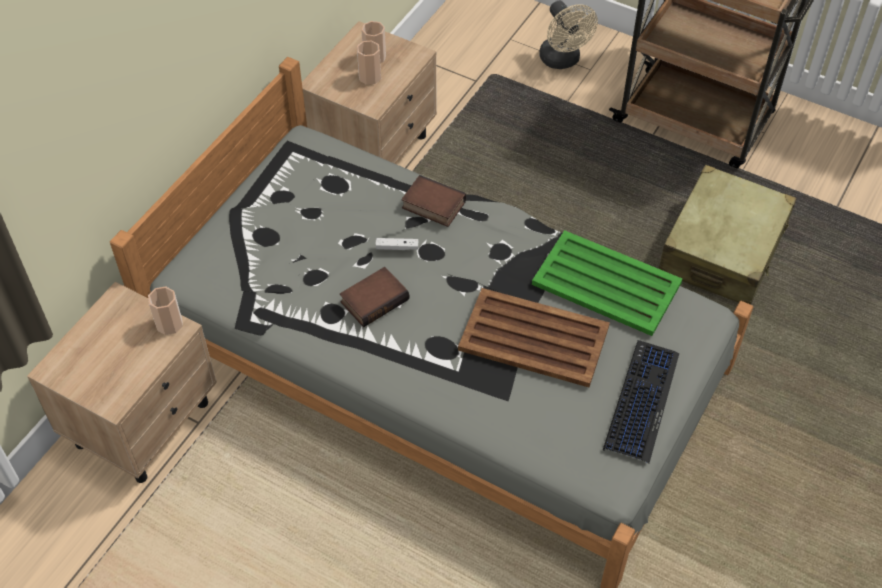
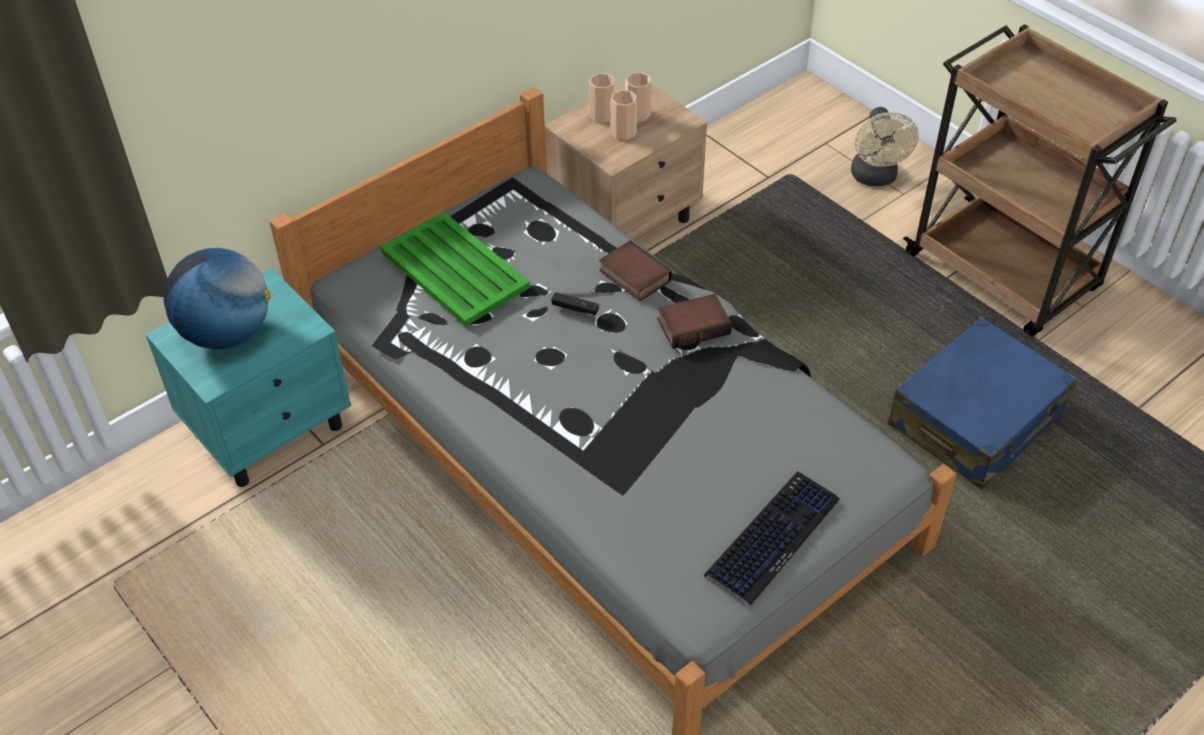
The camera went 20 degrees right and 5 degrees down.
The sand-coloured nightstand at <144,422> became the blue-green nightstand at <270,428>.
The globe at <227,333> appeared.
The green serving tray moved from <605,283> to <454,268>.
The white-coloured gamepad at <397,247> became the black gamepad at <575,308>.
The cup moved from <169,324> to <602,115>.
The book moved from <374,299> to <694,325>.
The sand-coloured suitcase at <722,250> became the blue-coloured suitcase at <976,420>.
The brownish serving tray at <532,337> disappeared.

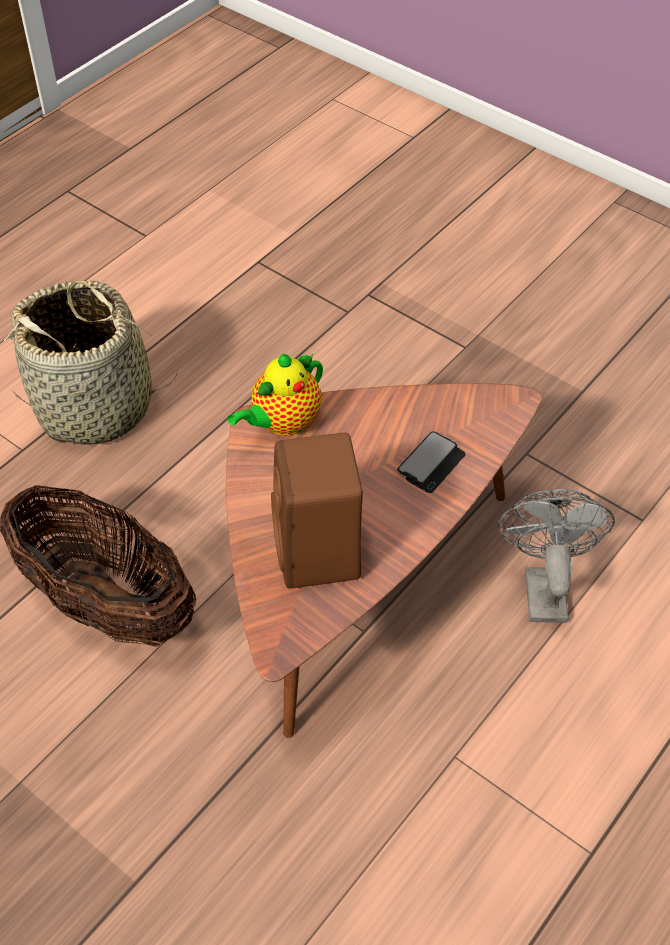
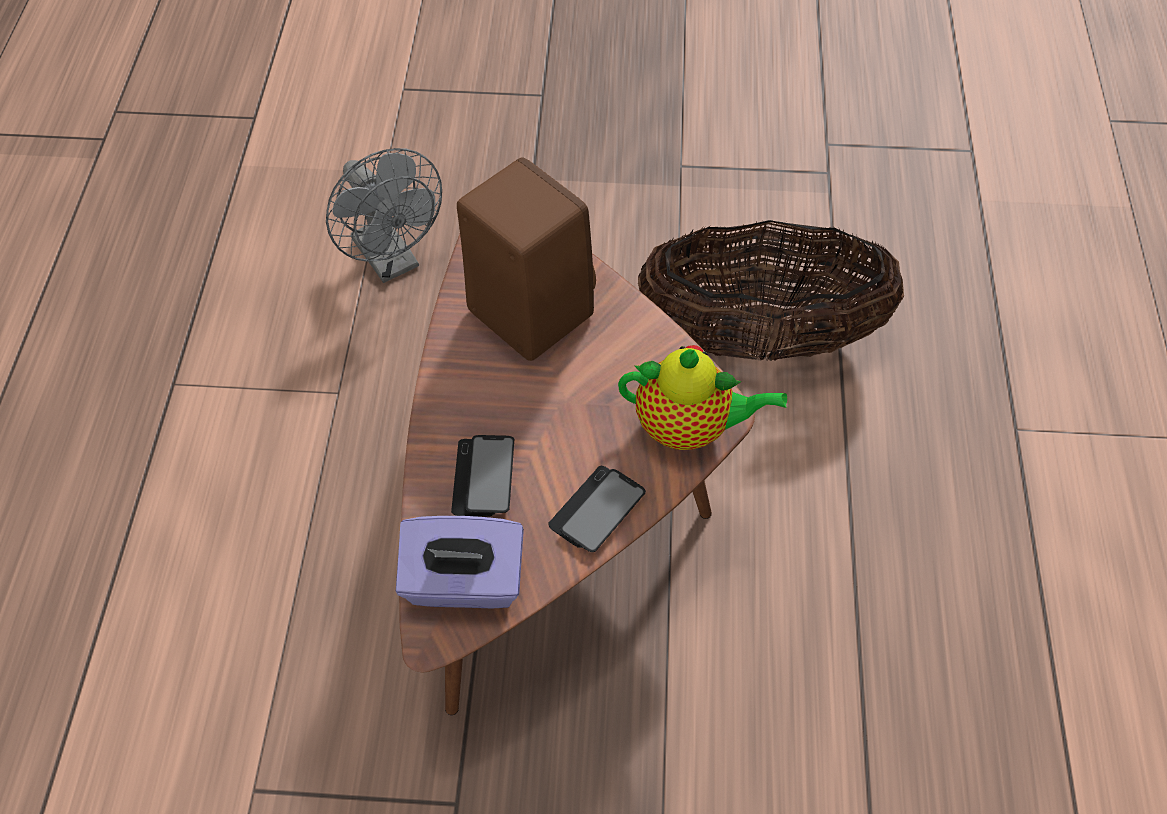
The camera went 145 degrees right and 5 degrees up.
The greyish electric fan moved from <543,586> to <392,261>.
The purplish tissue box at <463,583> appeared.
The phone at <597,510> appeared.
The teapot at <283,423> turned 90 degrees clockwise.
The household basket at <96,407> disappeared.

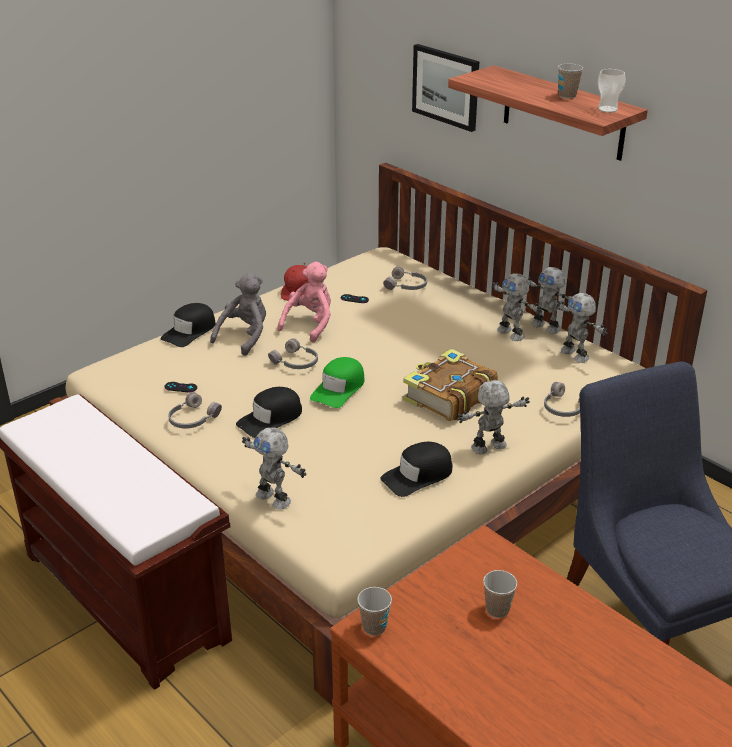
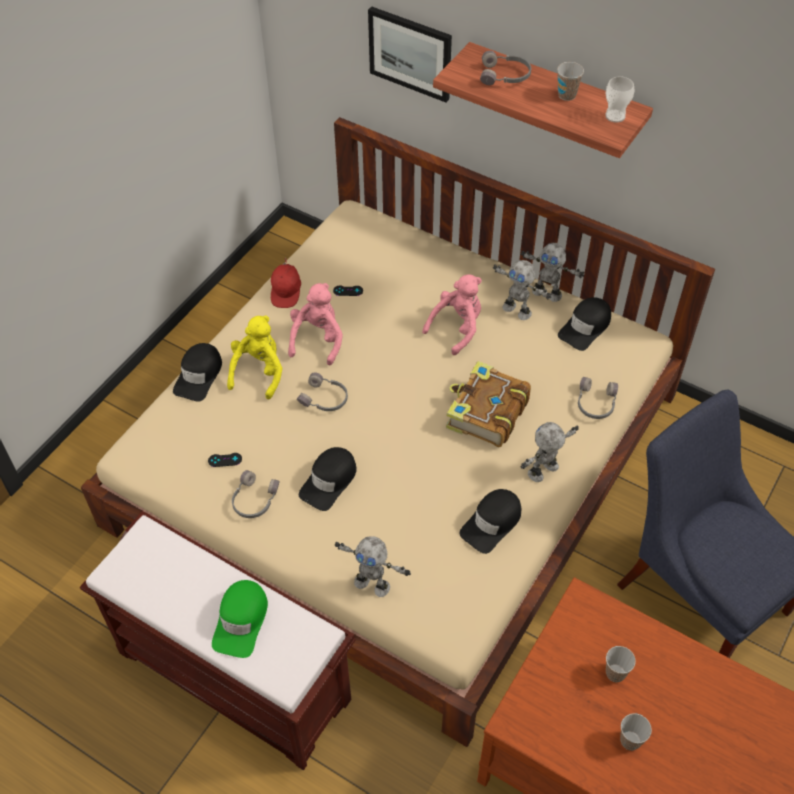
The camera went 15 degrees left and 20 degrees up.
The green baseball cap moved from <339,389> to <241,621>.
The greyish cuddly toy at <245,337> became the yellowish cuddly toy at <259,371>.
The pink cuddly toy at <457,327> appeared.
The greyish headphones moved from <406,286> to <505,76>.
The model robot at <575,354> was replaced by the black baseball cap at <585,327>.
The cup moved from <374,627> to <630,740>.

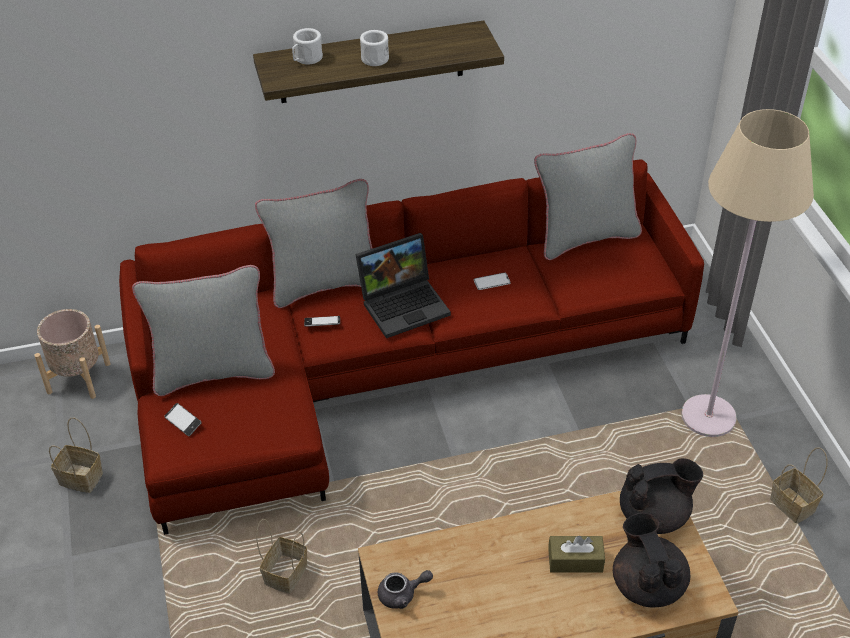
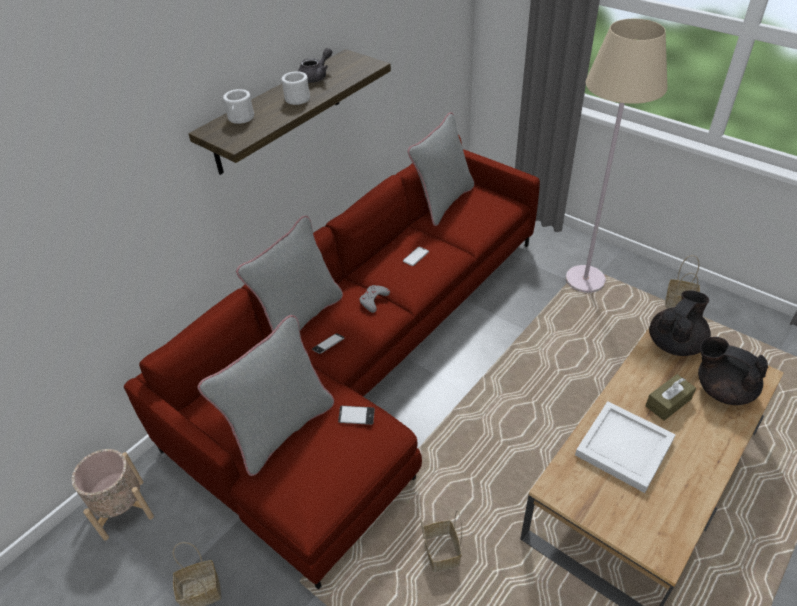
The camera went 35 degrees left and 0 degrees up.
The greyish teapot moved from <402,595> to <316,77>.
The phone moved from <183,422> to <356,417>.
The laptop at <405,304> was replaced by the greyish gamepad at <373,300>.
The white-coloured serving tray at <625,447> appeared.

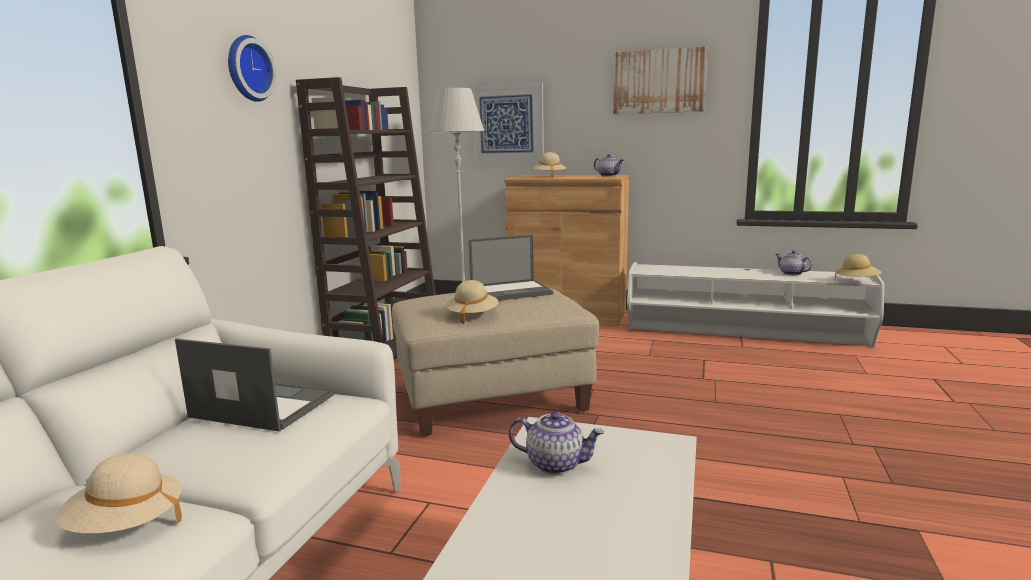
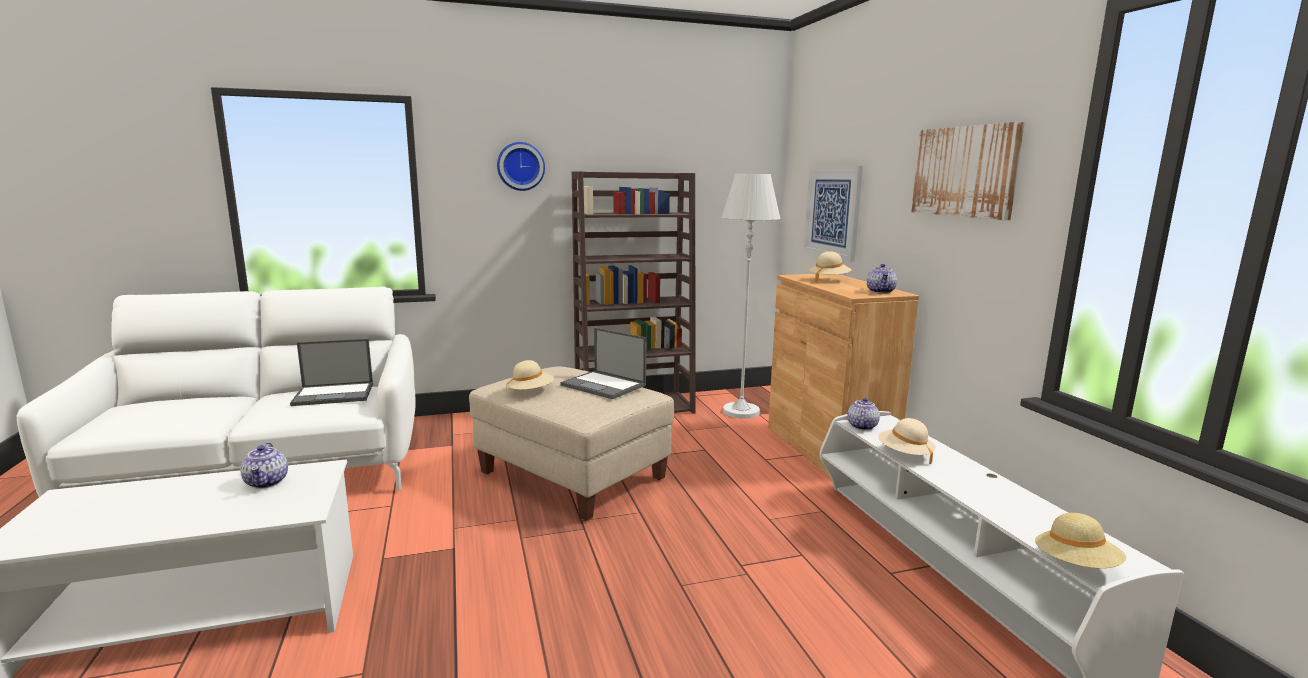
The camera went 55 degrees right and 0 degrees up.
The laptop at <261,406> turned 90 degrees clockwise.
The teapot moved from <791,273> to <861,426>.
The sand-coloured wearable hat moved from <126,525> to <904,454>.

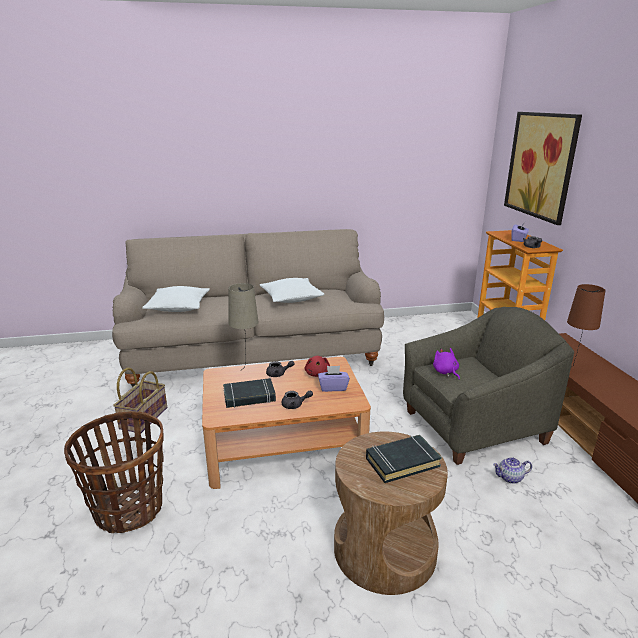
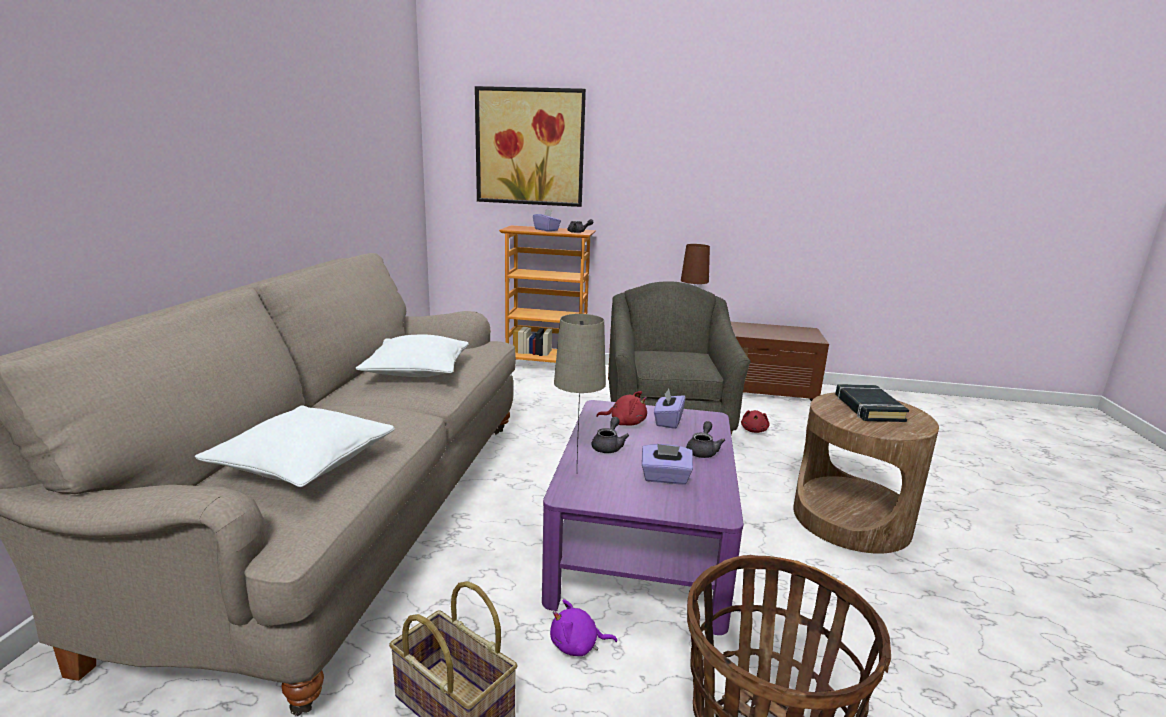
The camera went 70 degrees left and 5 degrees down.
The brownish coffee table at <284,444> became the purplish coffee table at <642,542>.
The purplish cuddly toy moved from <446,372> to <577,645>.
The black book at <249,397> was replaced by the purplish tissue box at <665,478>.
The teapot at <510,478> was replaced by the red cuddly toy at <754,430>.

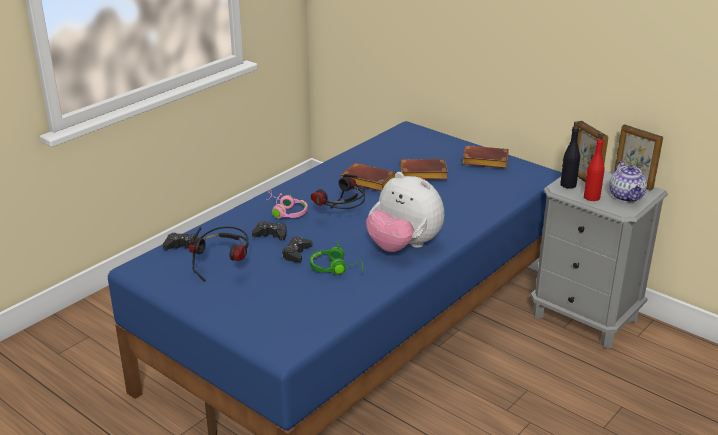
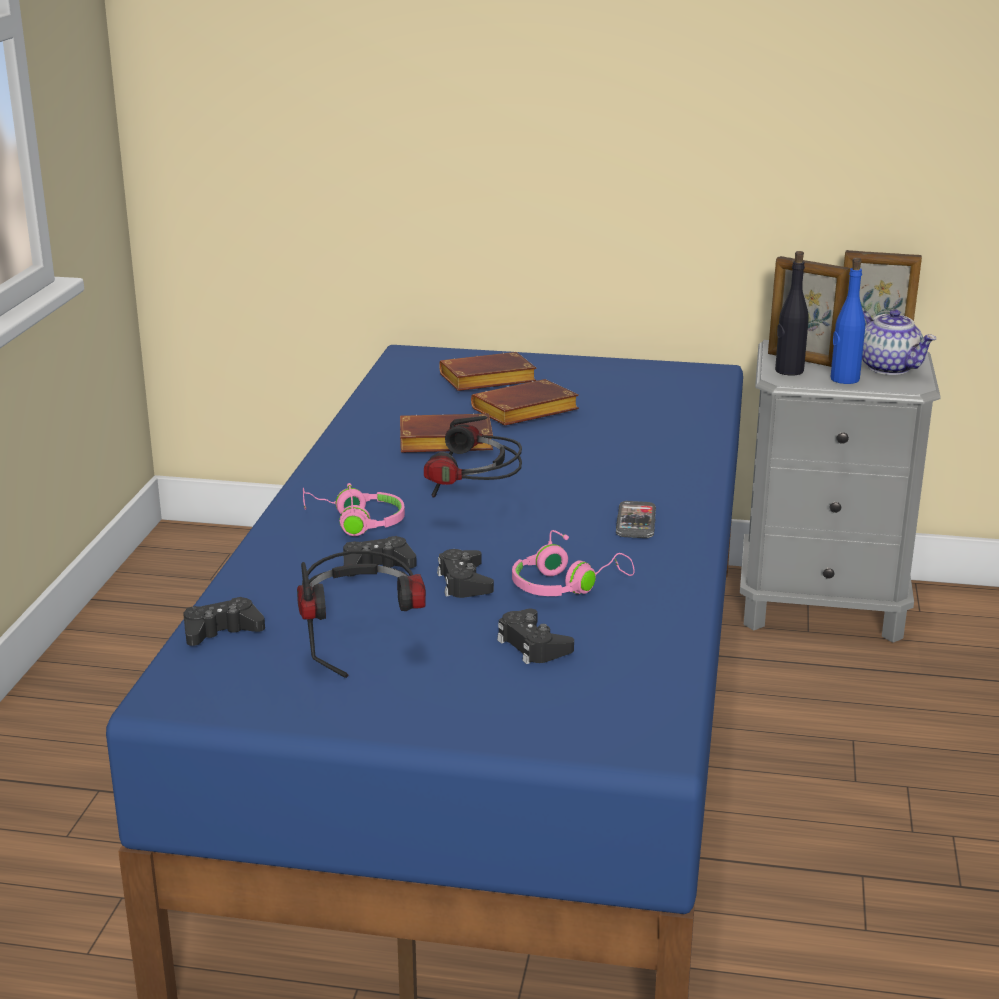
The camera went 30 degrees left and 5 degrees down.
The brownish book moved from <483,162> to <485,381>.
The black gamepad at <532,645> appeared.
The green headphones at <336,268> became the pink headphones at <566,585>.
The cuddly toy at <403,246> was replaced by the phone at <636,522>.
The red bottle at <591,197> became the blue-coloured bottle at <844,379>.

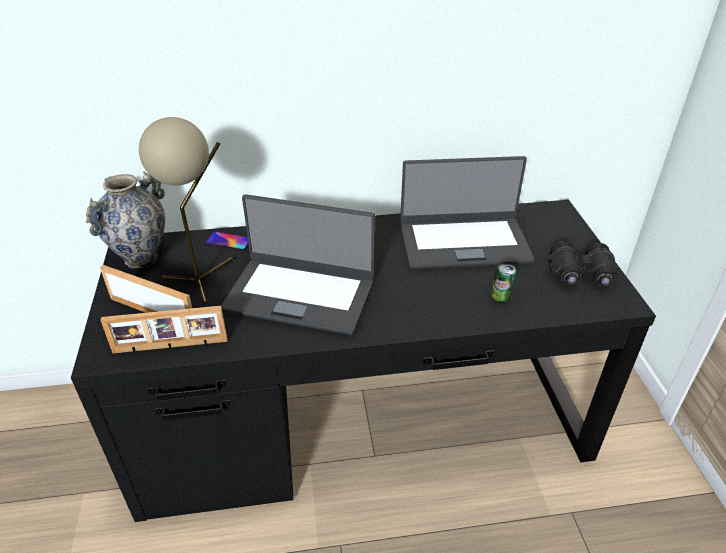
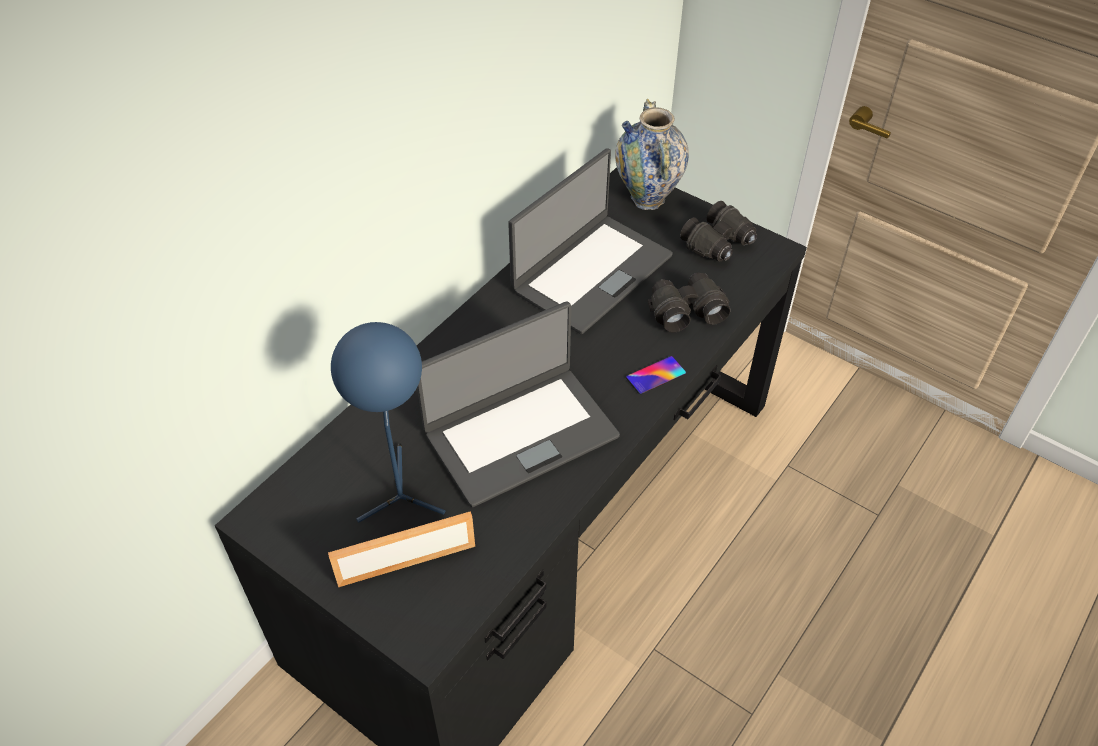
The camera went 45 degrees left and 10 degrees up.
The sand-coloured tabletop lamp at <203,278> became the blue-coloured tabletop lamp at <400,490>.
The vase moved from <141,259> to <648,198>.
The phone moved from <228,241> to <655,375>.
The sealed can at <500,297> was replaced by the black pair of binoculars at <685,310>.
The photo frame at <170,347> disappeared.

